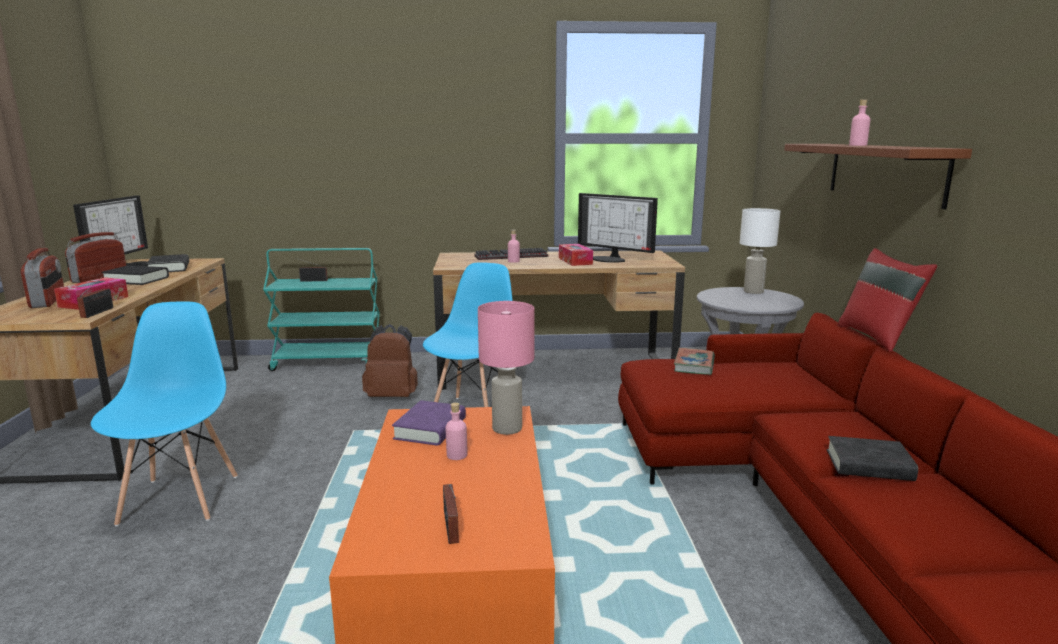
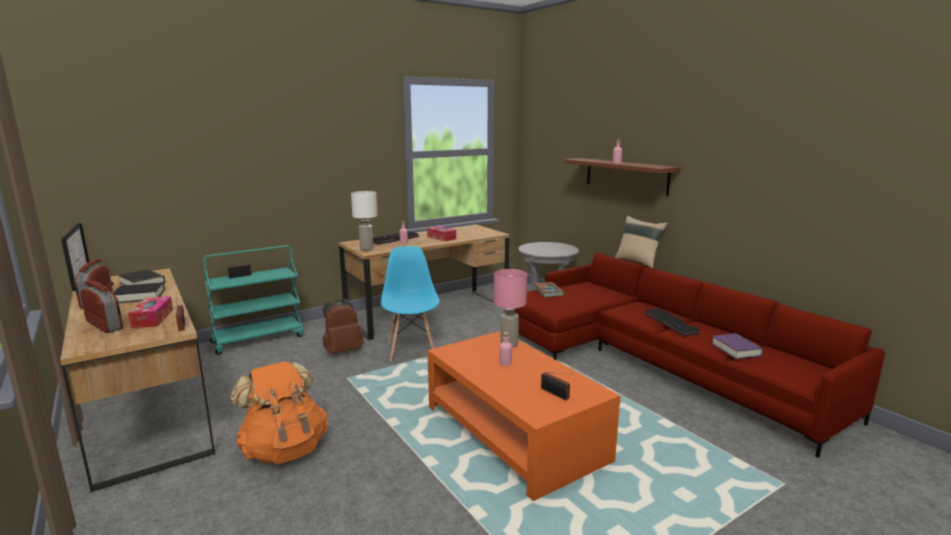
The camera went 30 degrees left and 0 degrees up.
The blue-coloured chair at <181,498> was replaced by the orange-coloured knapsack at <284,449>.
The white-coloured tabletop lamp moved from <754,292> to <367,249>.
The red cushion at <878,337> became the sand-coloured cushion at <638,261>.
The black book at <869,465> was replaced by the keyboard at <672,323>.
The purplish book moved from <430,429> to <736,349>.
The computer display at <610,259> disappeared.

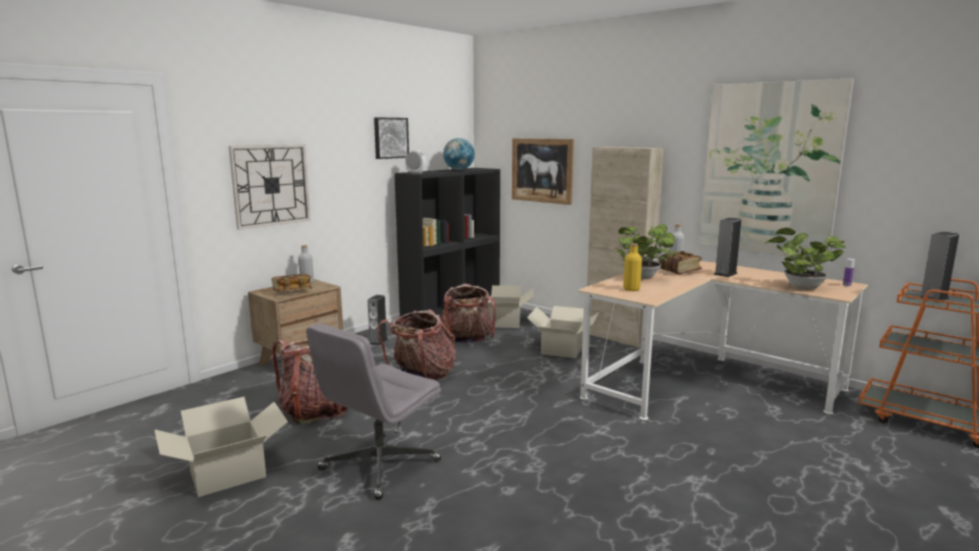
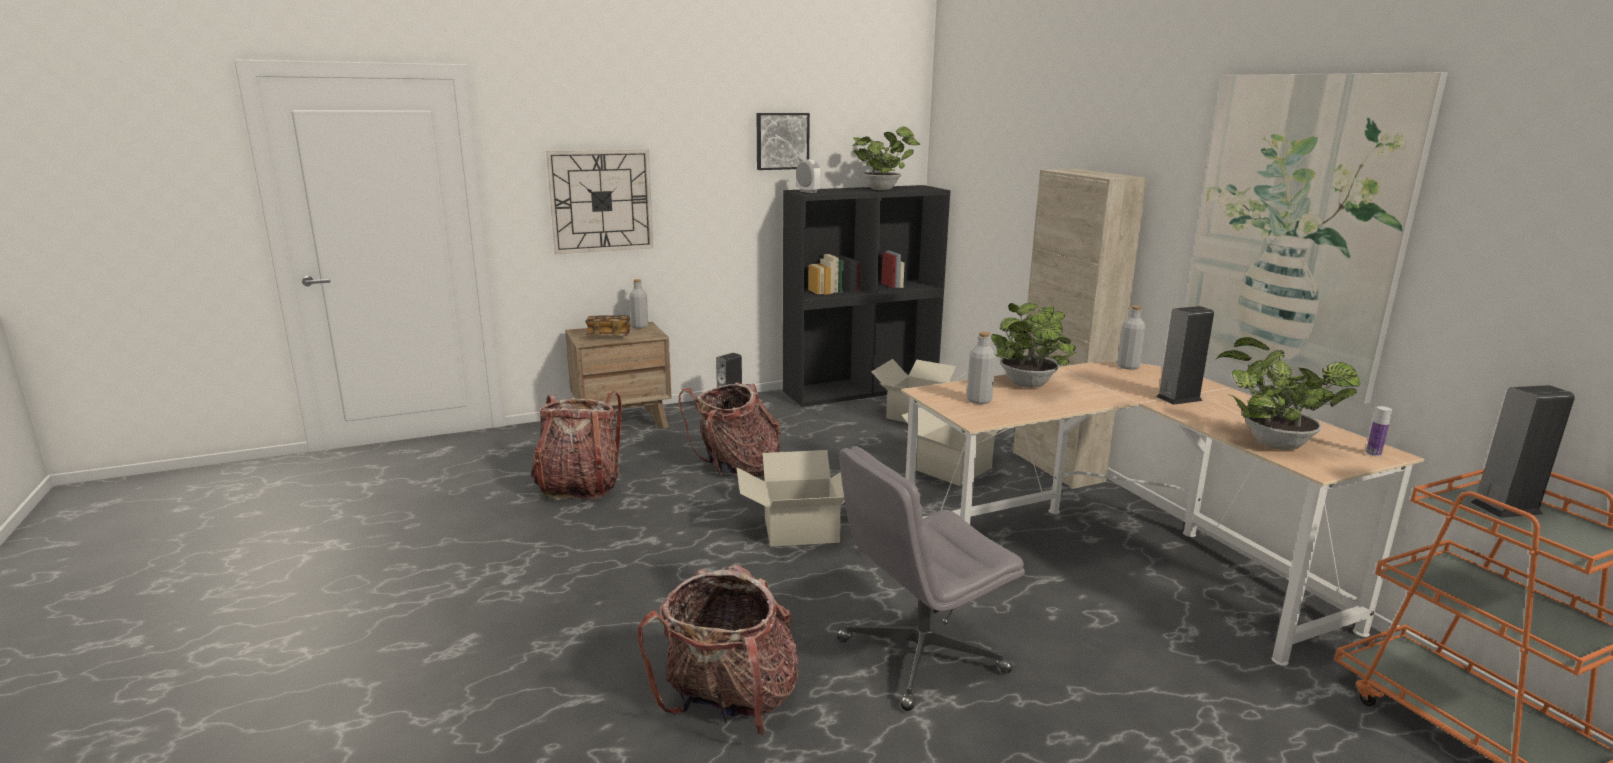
The camera went 25 degrees right and 5 degrees up.
The knapsack moved from <467,340> to <729,704>.
The carton moved from <227,473> to <800,529>.
The greyish office chair moved from <379,466> to <920,657>.
The globe at <458,170> was replaced by the potted plant at <883,189>.
The yellowish bottle at <631,289> became the greyish bottle at <979,400>.
The picture at <542,170> disappeared.
The book at <679,271> disappeared.

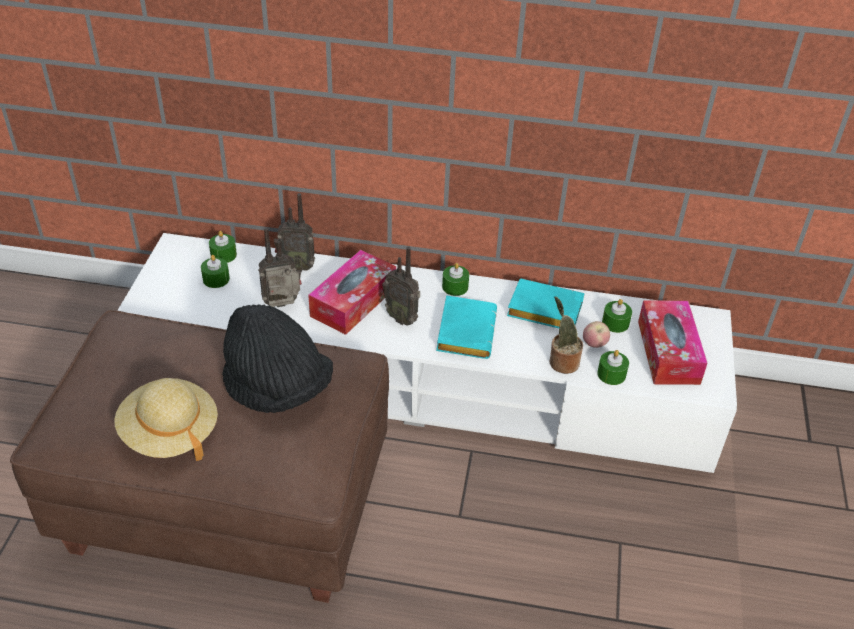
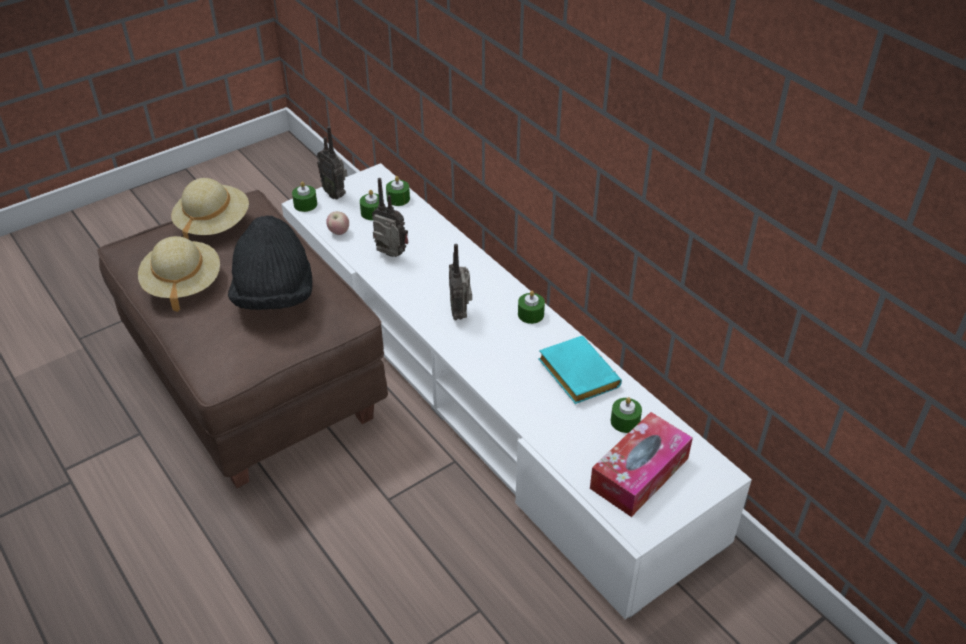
The camera went 45 degrees right and 0 degrees up.
The sand-coloured wearable hat at <213,224> appeared.
The green wax candle moved from <611,374> to <305,204>.
The radio moved from <296,267> to <335,194>.
The apple fruit moved from <594,344> to <339,232>.
The tissue box at <353,301> disappeared.
The blue-green book at <464,331> disappeared.
The potted plant at <561,362> disappeared.

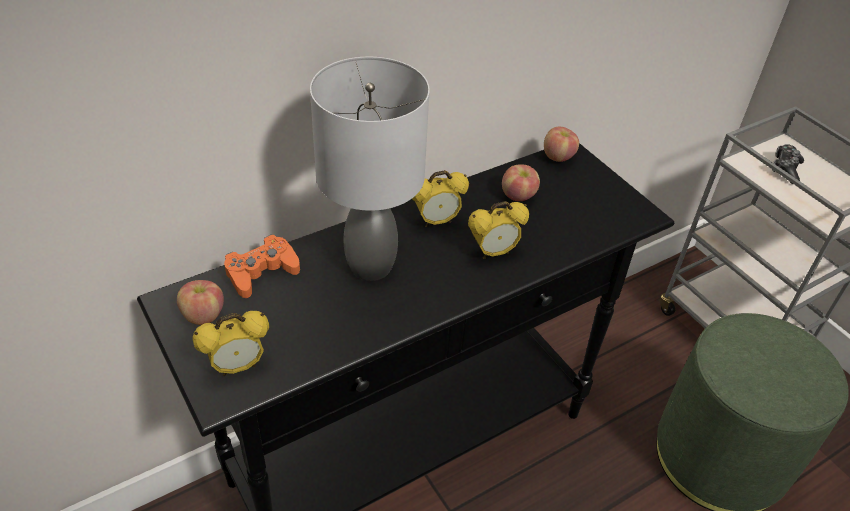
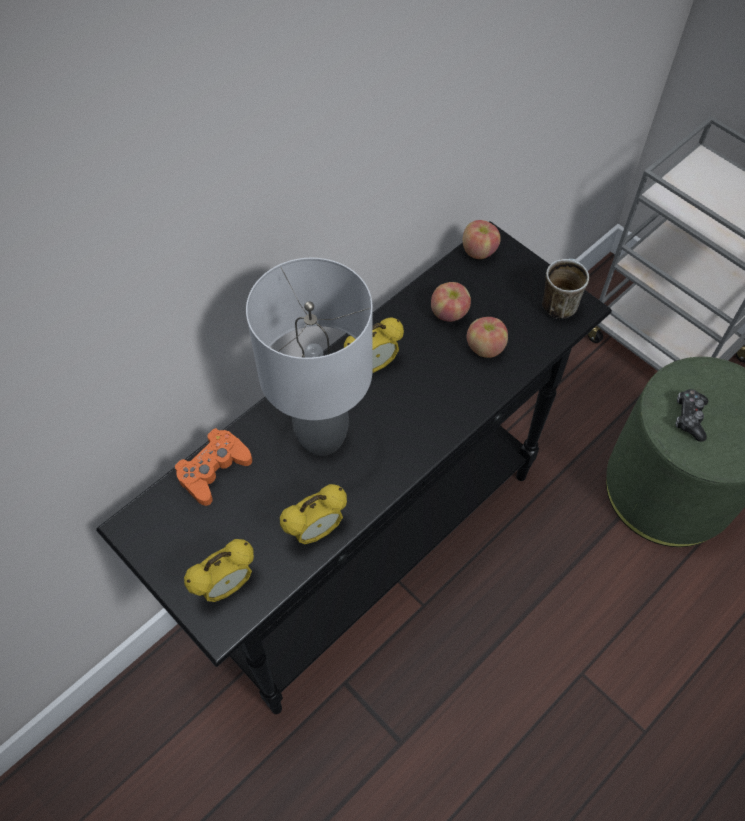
The camera went 10 degrees left and 15 degrees up.
The alarm clock moved from <493,252> to <316,531>.
The apple fruit moved from <203,315> to <485,347>.
The mug at <558,302> appeared.
The gamepad moved from <785,169> to <689,417>.

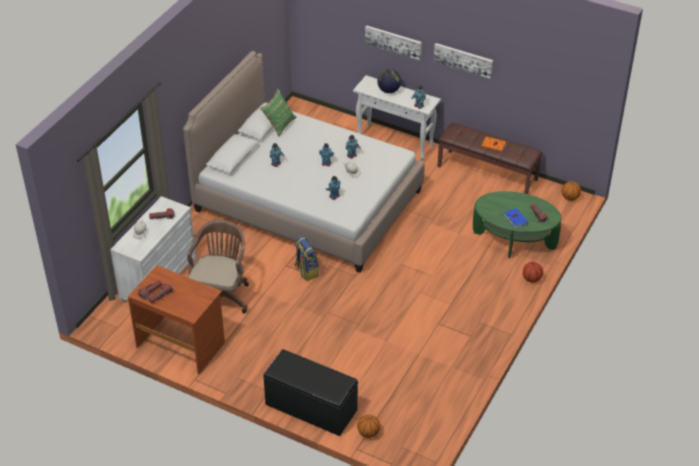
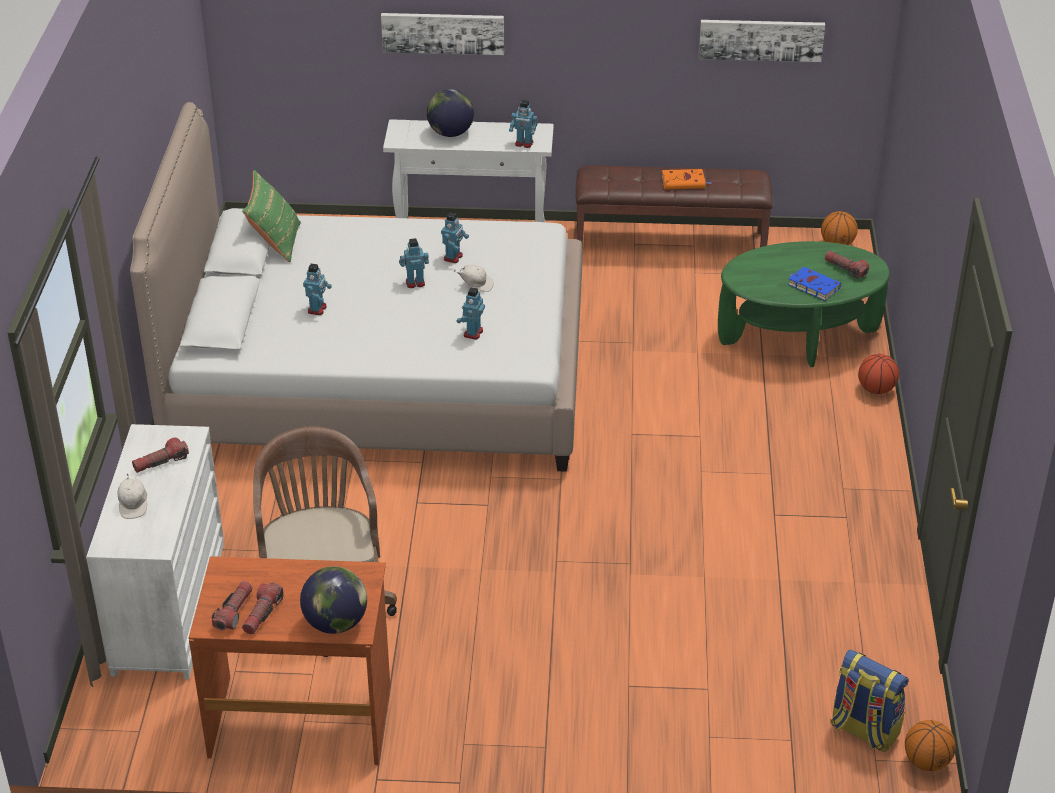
The camera went 25 degrees left and 5 degrees down.
The globe at <336,623> appeared.
The picture moved from <463,60> to <761,39>.
The knapsack moved from <306,271> to <863,730>.
The basketball ball moved from <368,433> to <926,762>.
The black indoor bench at <311,407> disappeared.

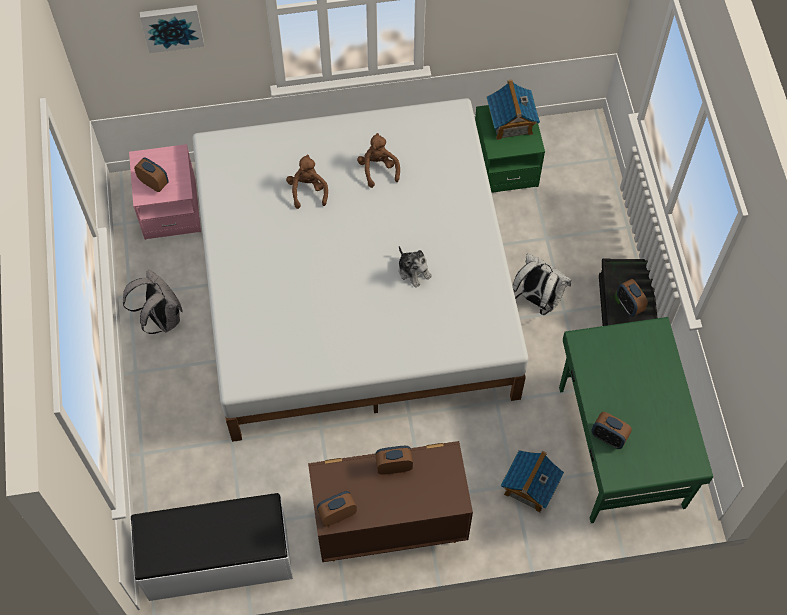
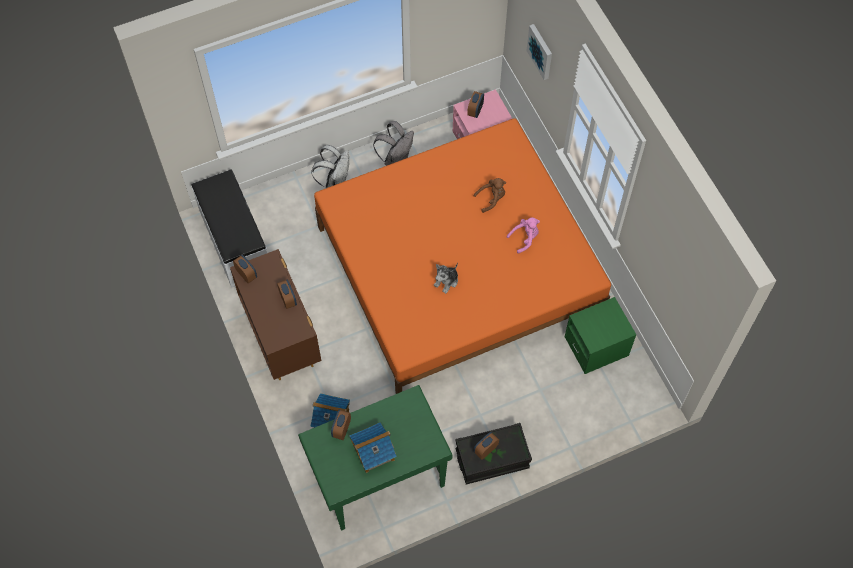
The camera went 75 degrees right and 0 degrees up.
The white-coloured knapsack moved from <537,299> to <335,182>.
The white-coloured bedroom bed at <356,285> became the orange-coloured bedroom bed at <458,270>.
The miniature house moved from <511,122> to <373,452>.
The brownish cuddly toy at <378,169> became the pink cuddly toy at <525,238>.

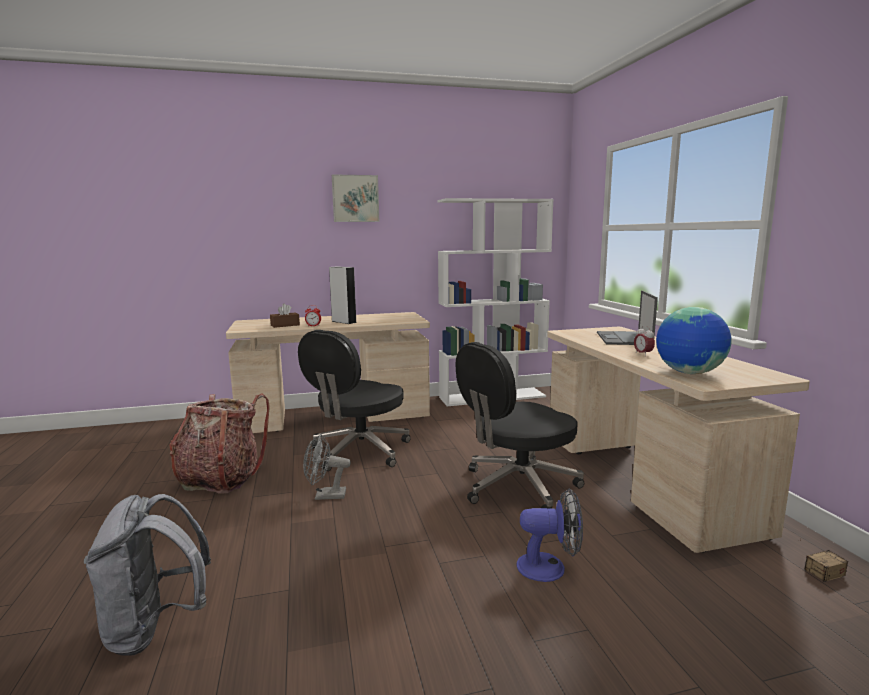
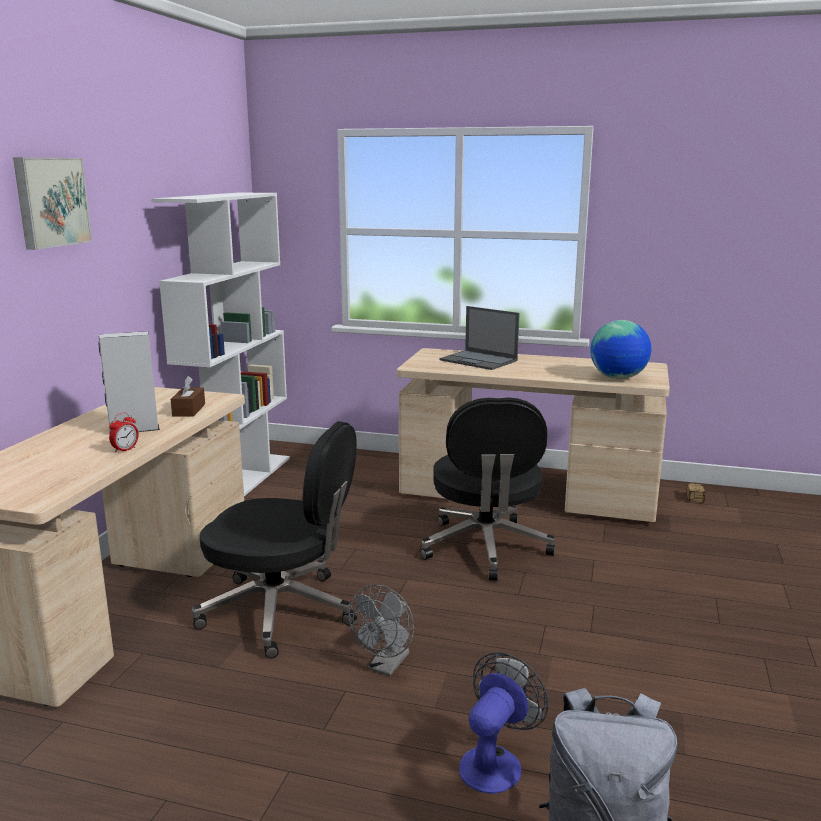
The camera went 60 degrees left and 5 degrees up.
The brownish tissue box moved from <285,325> to <189,410>.
The black office chair at <359,451> turned 45 degrees counterclockwise.
The electric fan moved from <550,567> to <495,761>.
The knapsack at <221,479> disappeared.
The alarm clock at <643,354> disappeared.

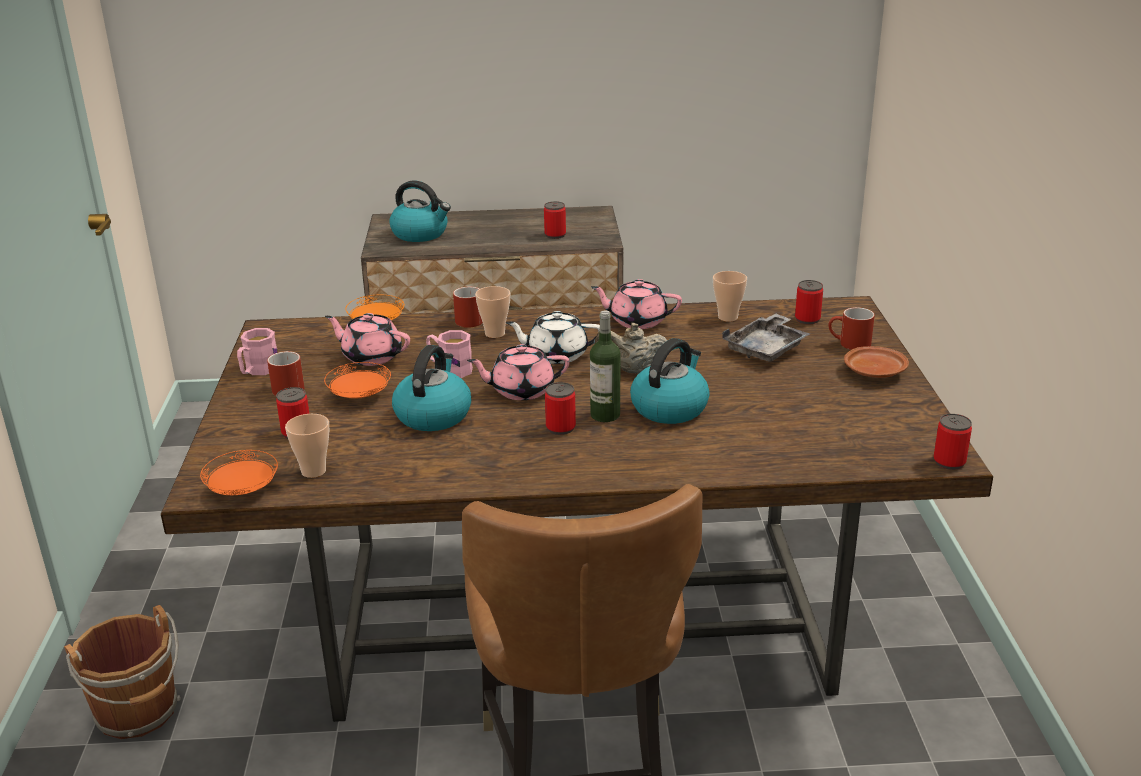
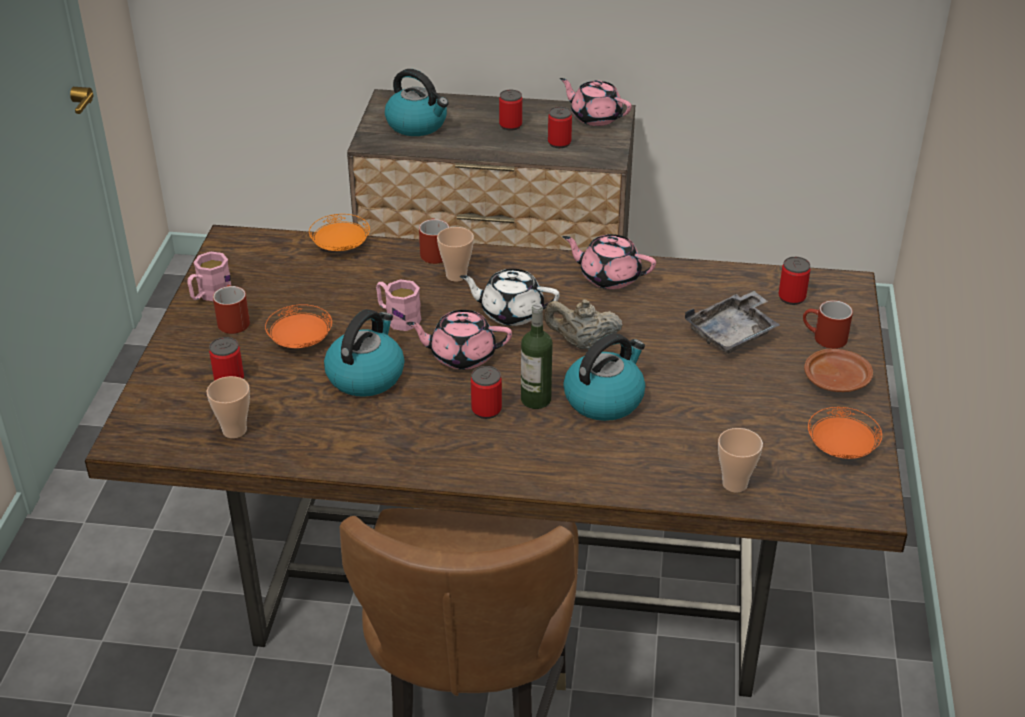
The camera went 10 degrees right and 10 degrees up.
The sealed can moved from <949,462> to <510,125>.
The pink teapot moved from <371,356> to <595,117>.
The cup moved from <727,317> to <734,484>.
The orange-coloured dinner plate moved from <242,491> to <841,449>.
The brownish pail at <139,713> disappeared.

